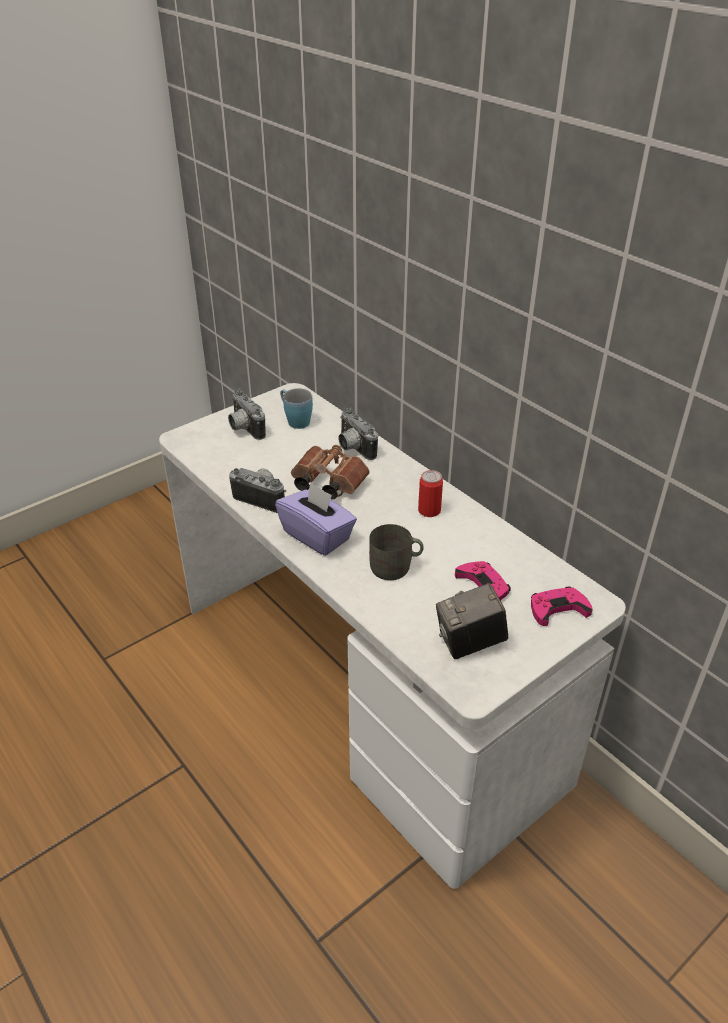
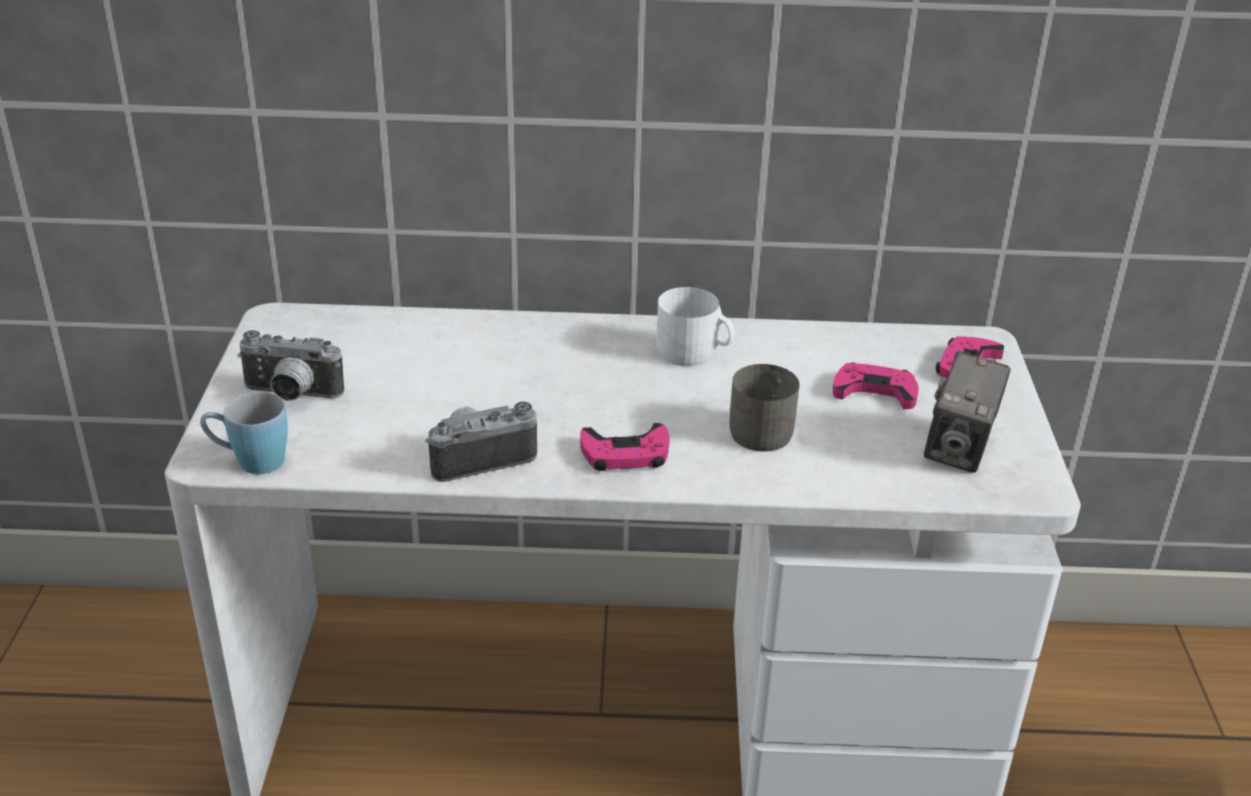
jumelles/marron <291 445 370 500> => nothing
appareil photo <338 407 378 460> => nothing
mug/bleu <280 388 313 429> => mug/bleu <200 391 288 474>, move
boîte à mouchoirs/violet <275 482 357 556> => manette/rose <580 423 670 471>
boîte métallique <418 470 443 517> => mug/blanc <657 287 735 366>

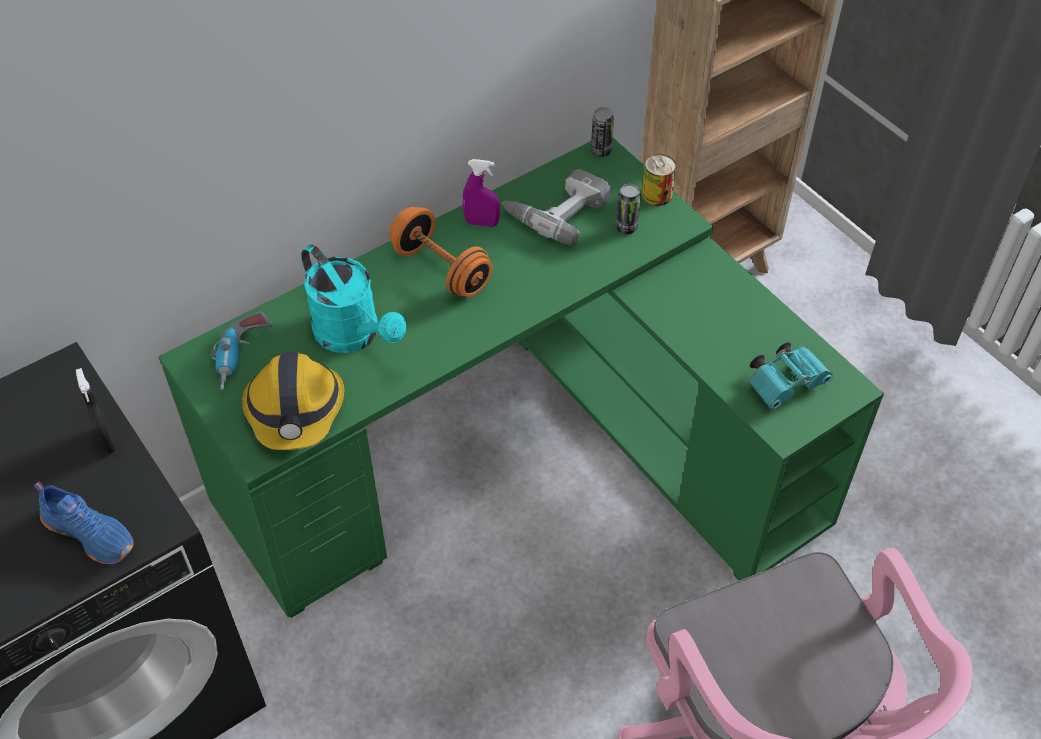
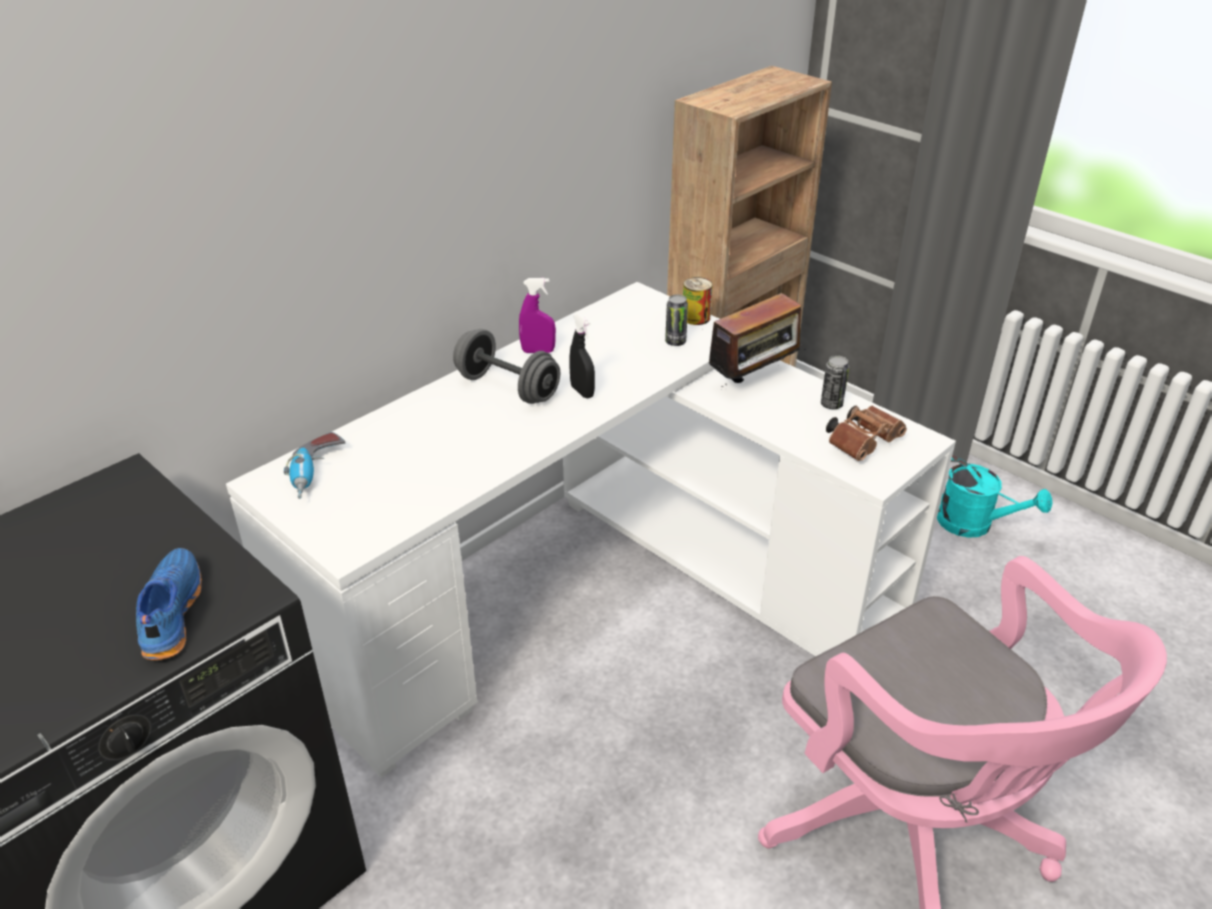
casque de chantier <242 352 344 450> => nothing
perceuse <502 169 611 245> => nothing
nothing => radio <702 293 806 390>
vaporisateur/noir <76 368 116 454> => vaporisateur/noir <569 314 595 398>, move
arrosoir/turquoise <301 245 406 353> => arrosoir/turquoise <937 455 1053 538>, move
boîte métallique <591 107 614 157> => boîte métallique <821 355 849 409>, move
bureau/vert <158 138 884 618> => bureau/blanc <226 282 956 778>
haltère/orange <389 207 492 297> => haltère/gris <453 329 560 404>
jumelles/turquoise <748 342 833 409> => jumelles/marron <826 406 907 461>
chaussure/bleu <34 481 133 564> => chaussure/bleu <136 548 202 660>, 120 degrees counterclockwise

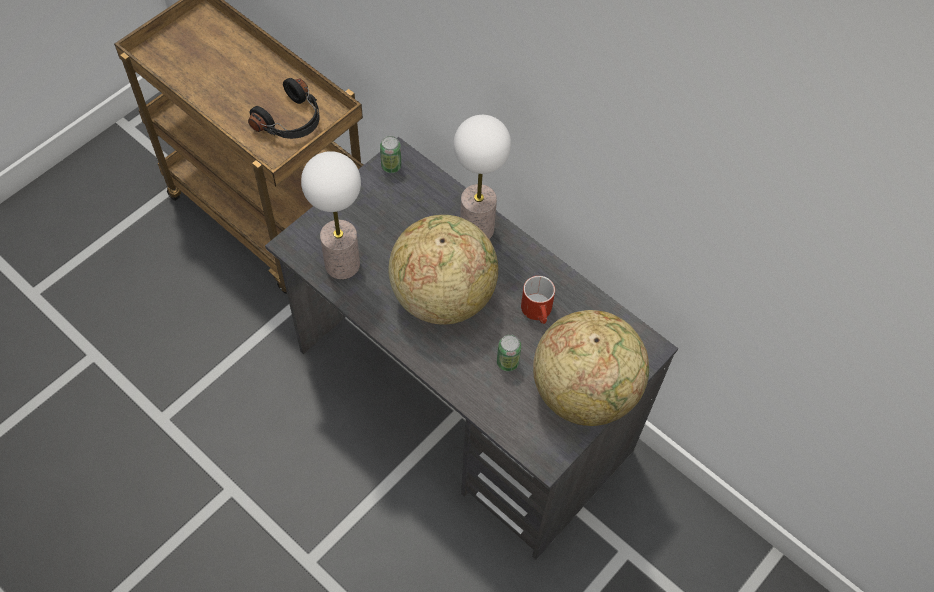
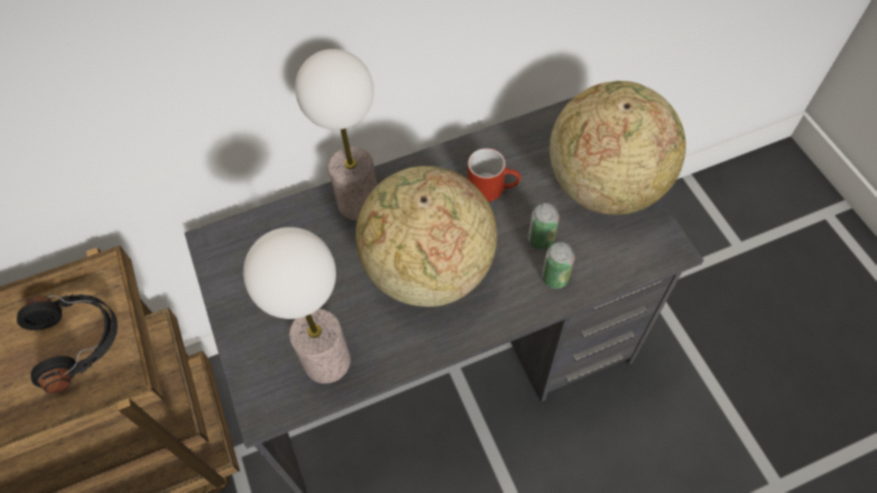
boîte métallique <380 136 401 173> => boîte métallique <542 242 575 289>, move

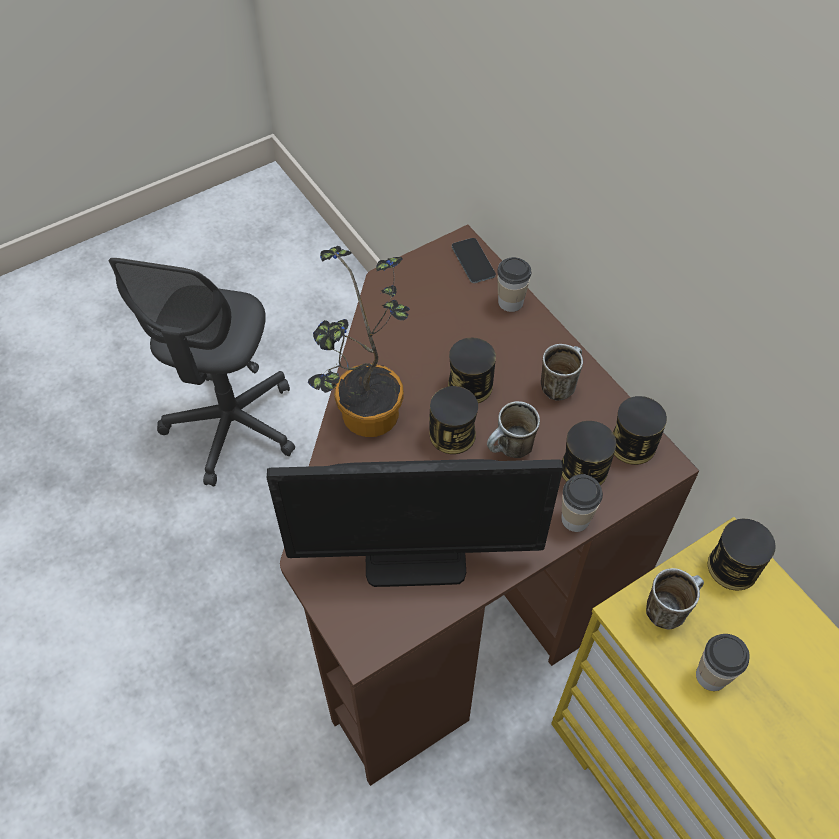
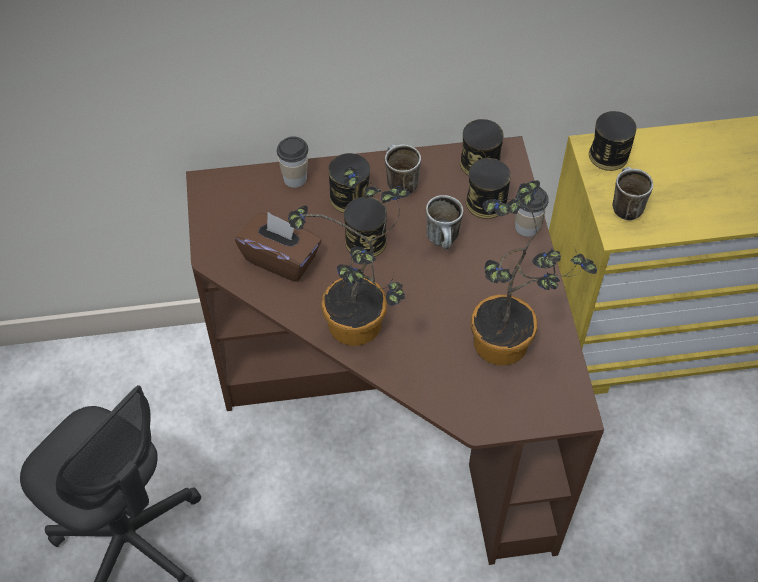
téléphone <452 238 496 283> => nothing
tasse <696 634 750 691> => nothing
nothing => boîte à mouchoirs/marron <235 212 321 282>
boîte métallique <429 386 478 454> => boîte métallique <328 153 370 213>, move
écran d'ordinateur <267 459 563 587> => plante en pot <471 180 597 366>

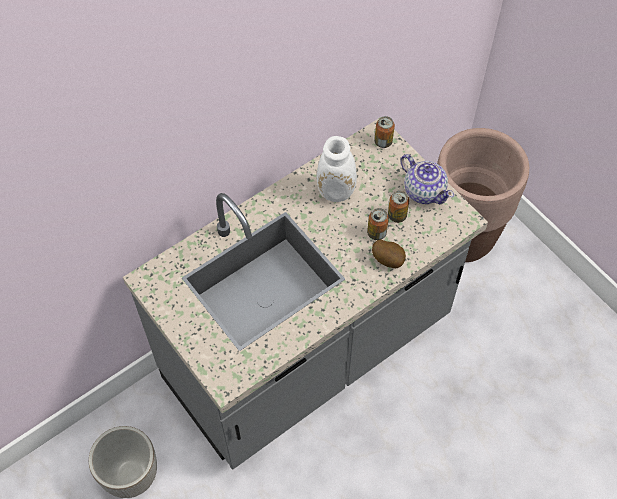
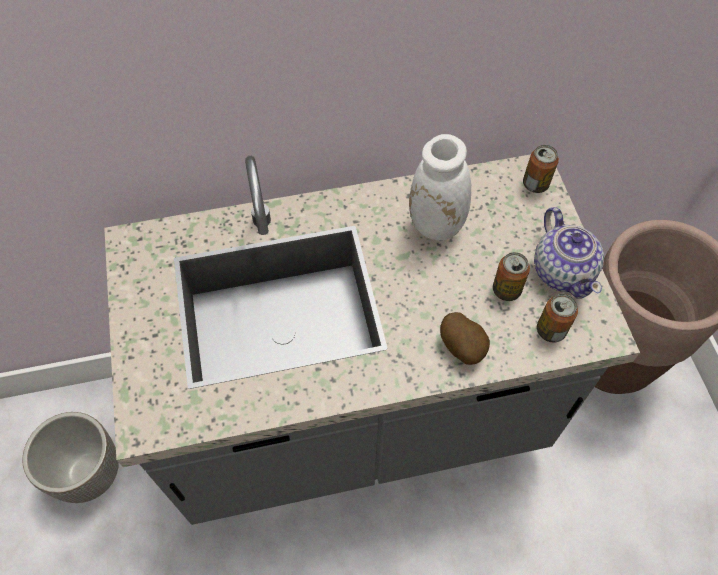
boîte métallique <367 208 389 240> => boîte métallique <537 294 578 343>, move

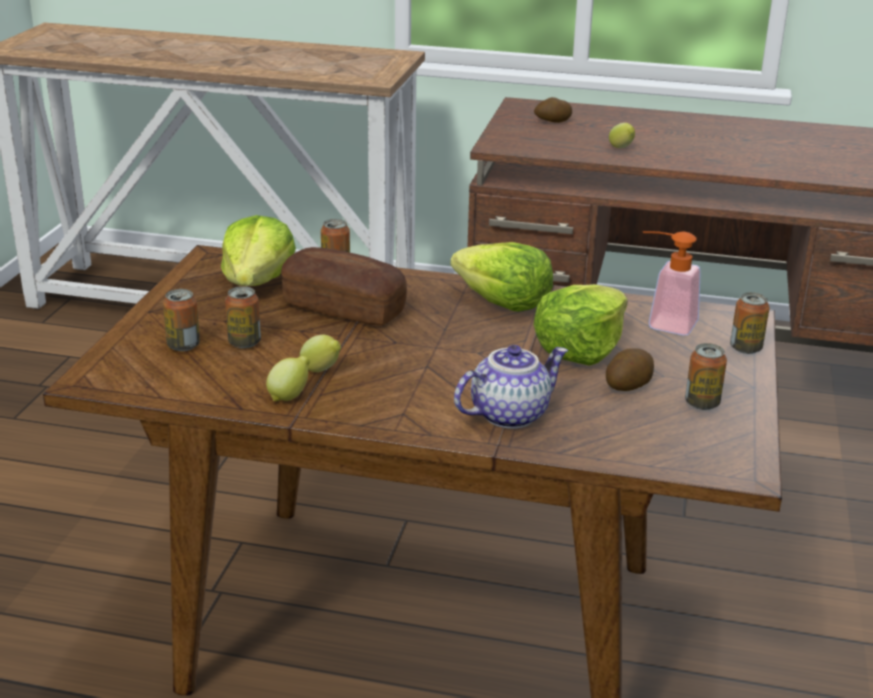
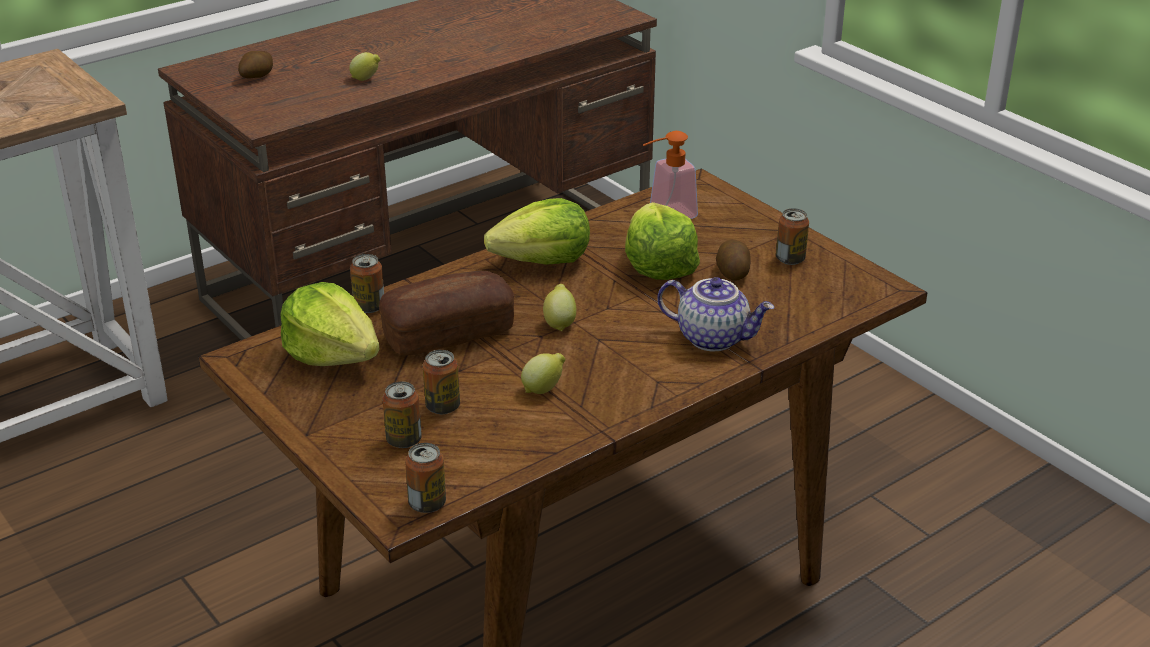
citron <266 356 310 401> => citron <543 284 576 331>, move
boîte métallique <730 292 770 354> => boîte métallique <405 443 446 513>, move
théière <454 345 568 429> => théière <657 277 775 351>, 105 degrees clockwise

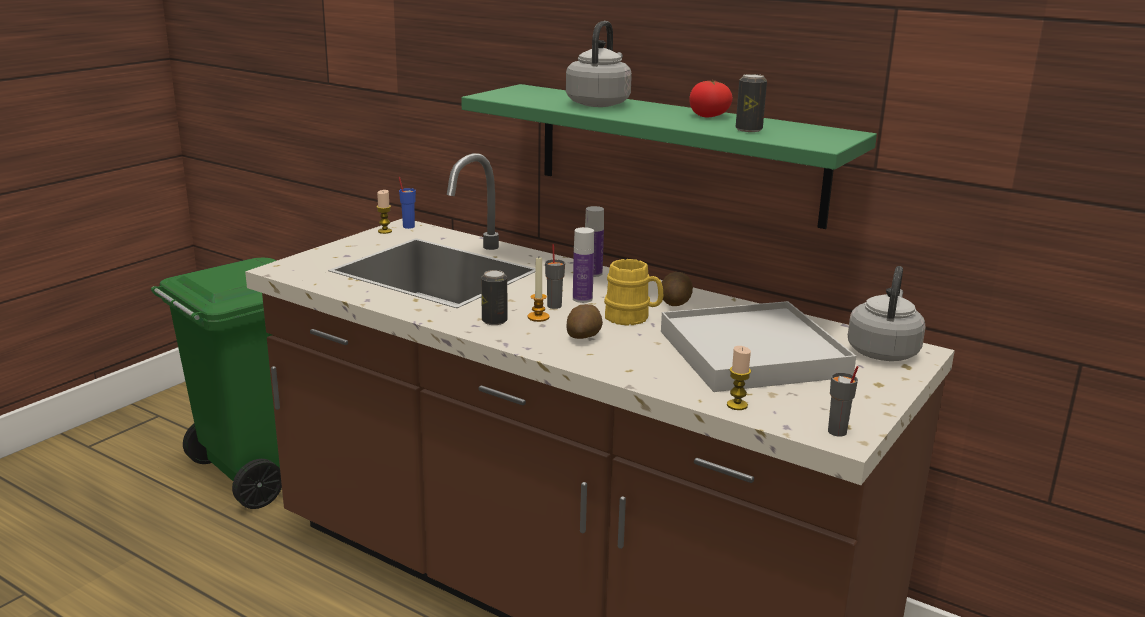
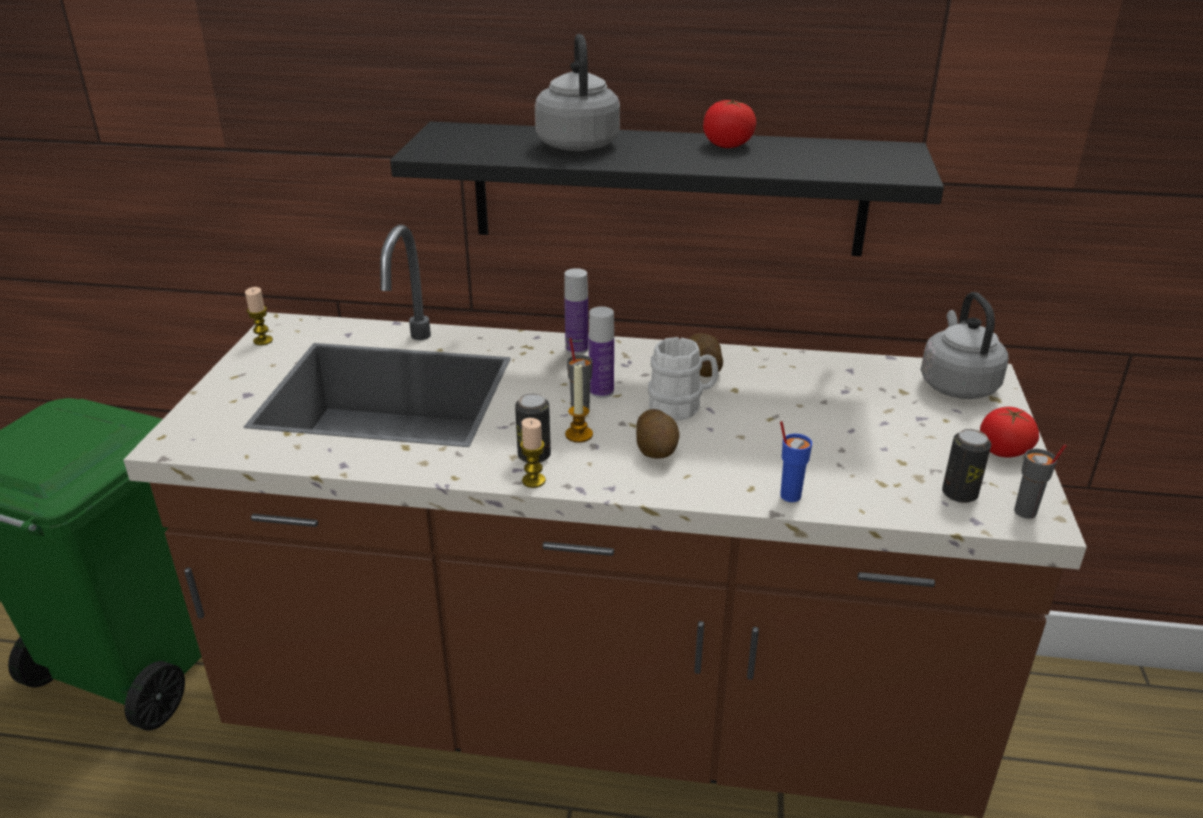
plateau/blanc <661 301 856 392> => nothing
nothing => tomate <980 407 1039 457>
tasse/bleu <399 177 416 229> => tasse/bleu <780 421 812 502>, move
bougie <727 346 751 410> => bougie <520 418 546 488>, move
boîte métallique <736 74 767 132> => boîte métallique <942 429 991 503>, move
étagère/vert <461 84 877 229> => étagère/noir <390 122 944 256>
mug/jaune <604 259 664 326> => mug/blanc <648 337 718 421>

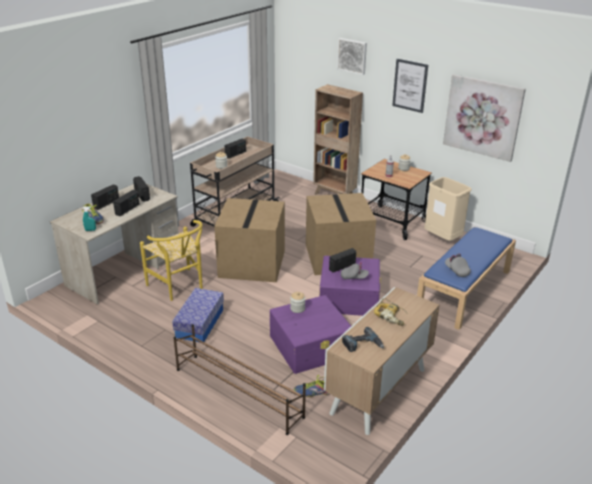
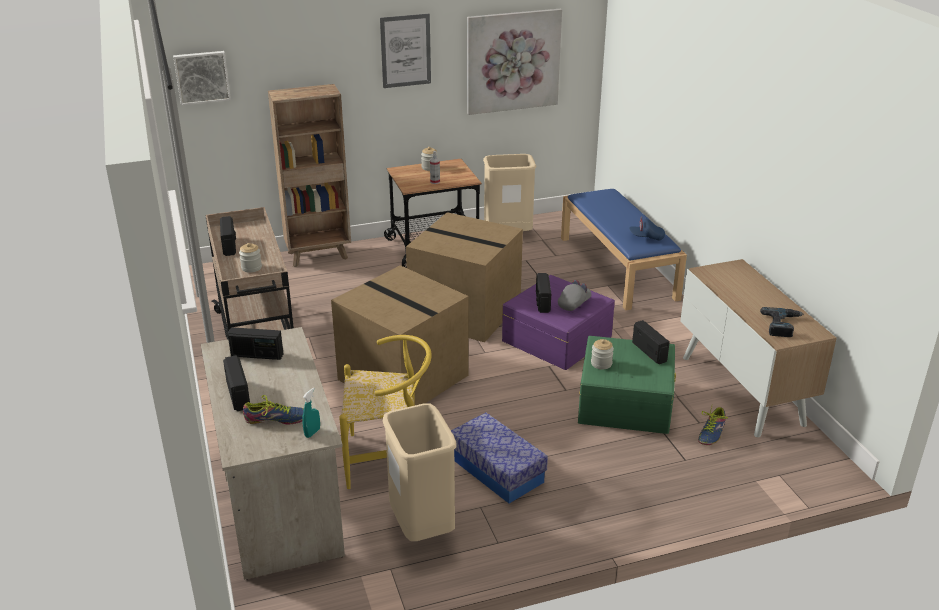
étagère à chaussures/marron <173 324 306 435> => nothing
perceuse <374 298 408 326> => nothing
nothing => poubelle/beige <383 404 457 541>
radio <113 190 140 216> => radio <632 320 670 364>, move
tableau <337 38 367 75> => tableau <173 51 231 105>, move
boîte de rangement/violet <270 295 351 374> => boîte de rangement/vert <578 336 676 434>
casquette/gris <445 254 471 277> => casquette/bleu <629 216 665 241>

